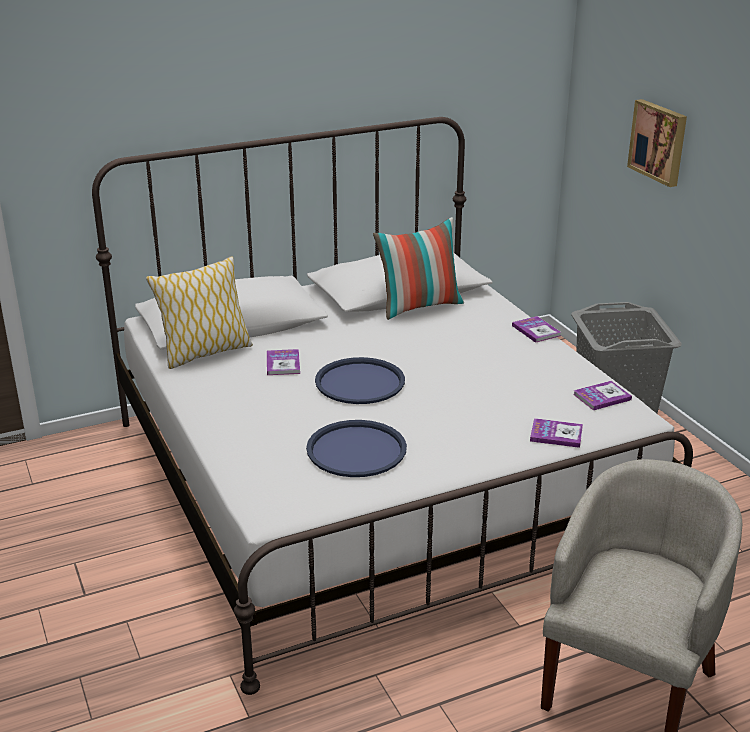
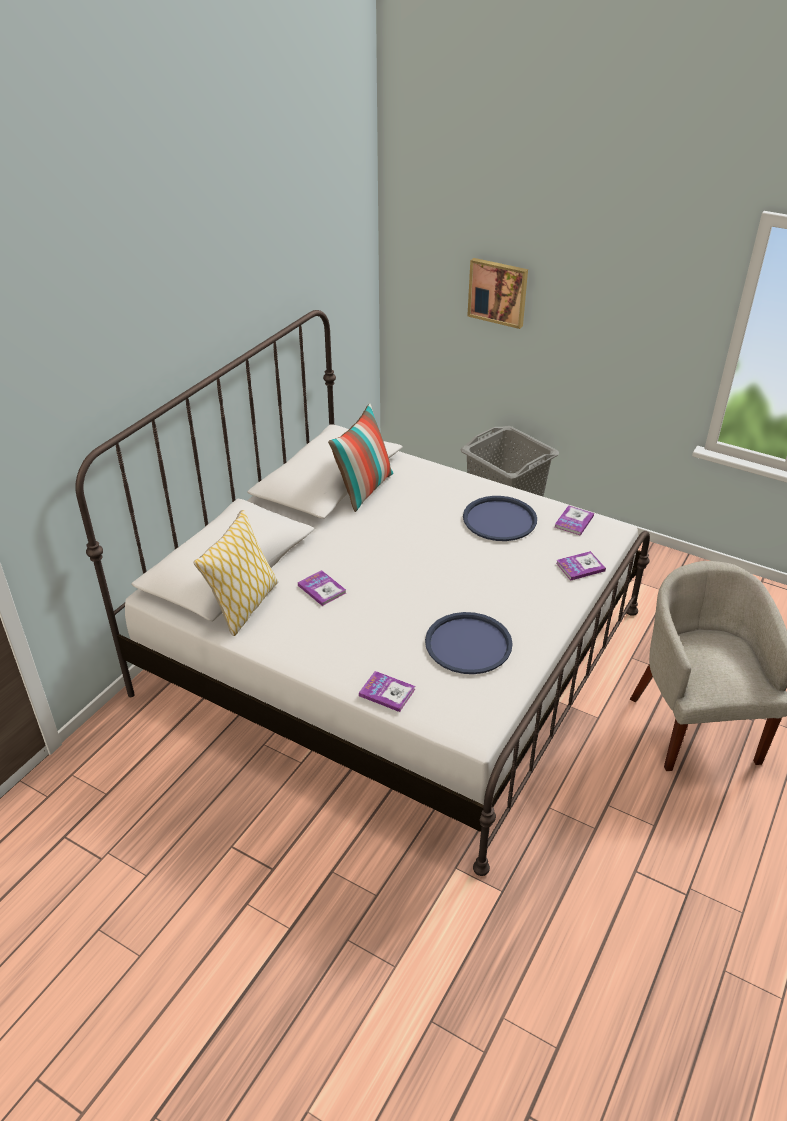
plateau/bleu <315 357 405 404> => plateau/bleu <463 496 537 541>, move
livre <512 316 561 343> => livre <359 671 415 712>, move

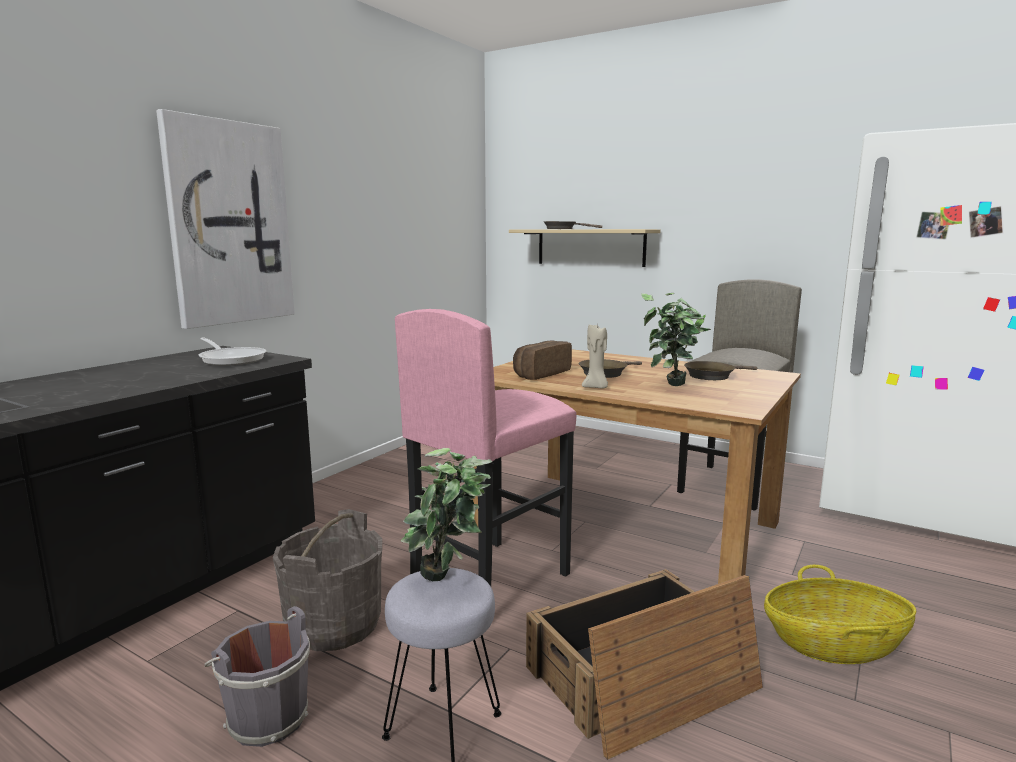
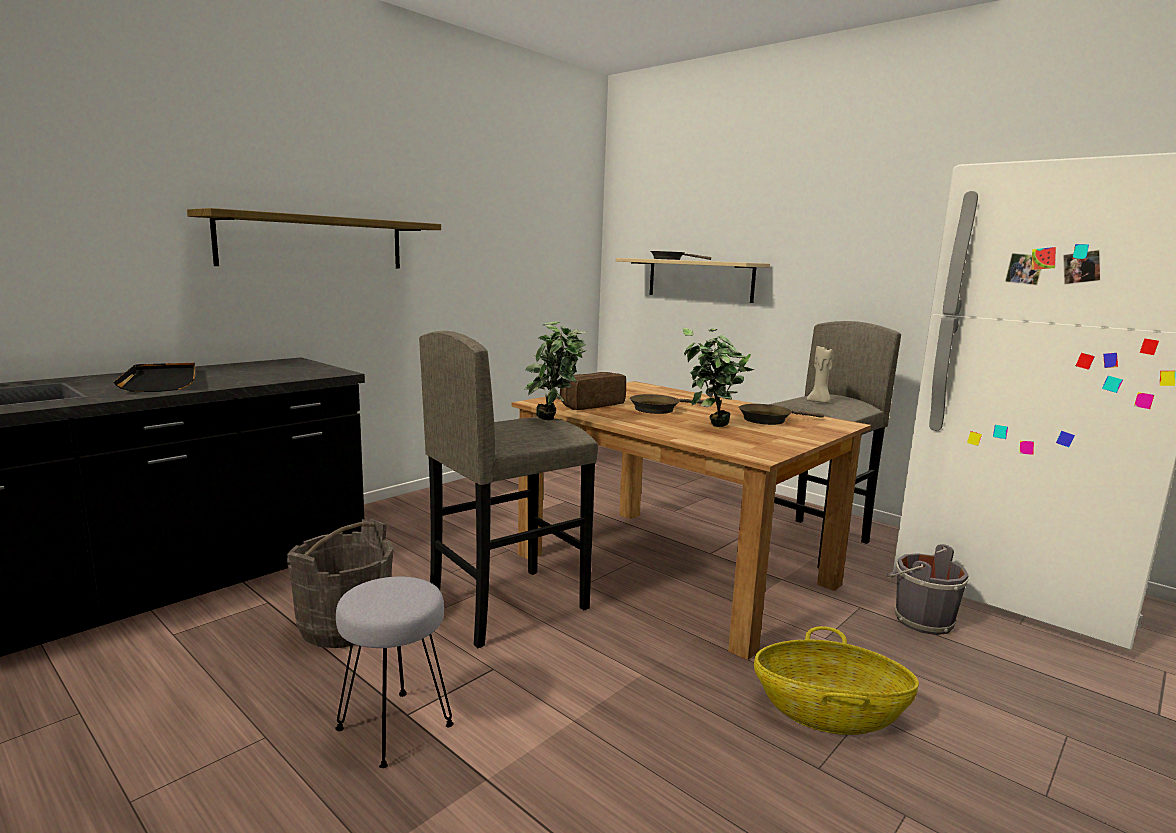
poêle <198 337 267 366> => nothing
caisse <526 569 763 759> => nothing
nothing => plateau/noir <114 363 195 392>
seau/gris <204 606 310 747> => seau/gris <887 544 969 635>, move
plante en pot <401 448 492 581> => plante en pot <524 321 588 420>, move
bougie/beige <582 325 608 389> => bougie/beige <807 345 833 403>, move
tableau <156 109 295 329> => étagère <187 208 441 268>
tabouret/rose <395 309 576 586> => tabouret/gris <419 331 598 648>

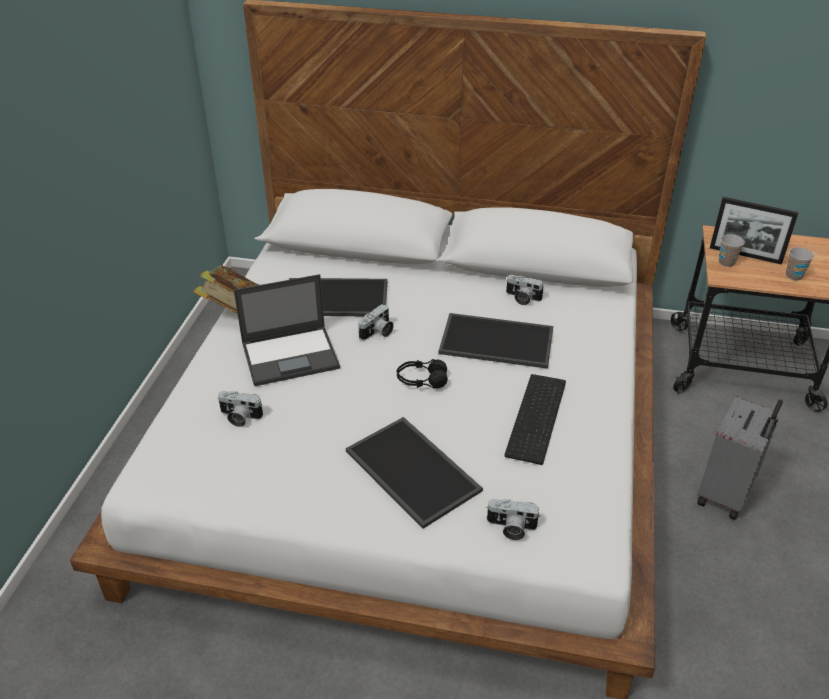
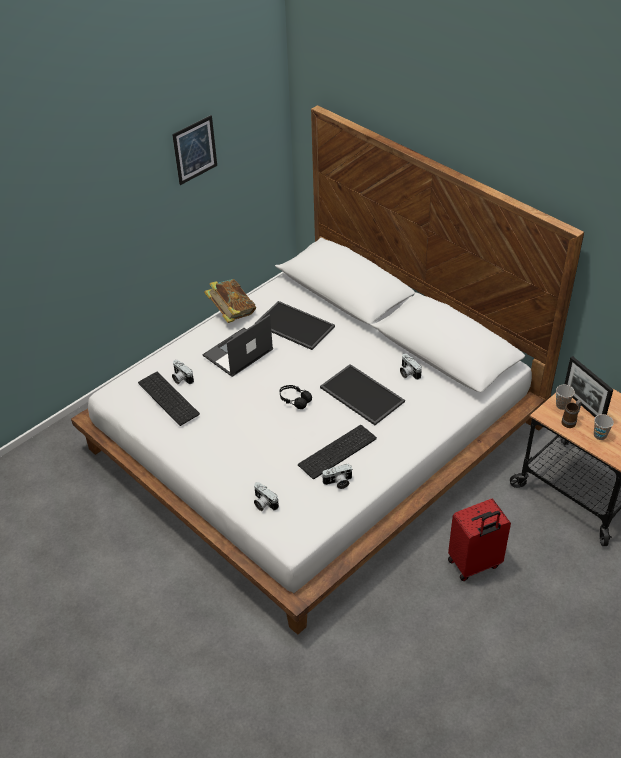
plateau <346 417 483 529> => nothing
nothing => clavier <138 372 200 426>
nothing => tableau <172 115 217 185>
nothing => mug <562 400 581 428>
appareil photo <358 304 394 340> => appareil photo <322 464 352 489>, move
valise/gris <697 396 783 520> => valise/rouge <448 499 511 581>
ordinateur portable <234 274 340 386> => ordinateur portable <202 314 273 377>, 120 degrees clockwise

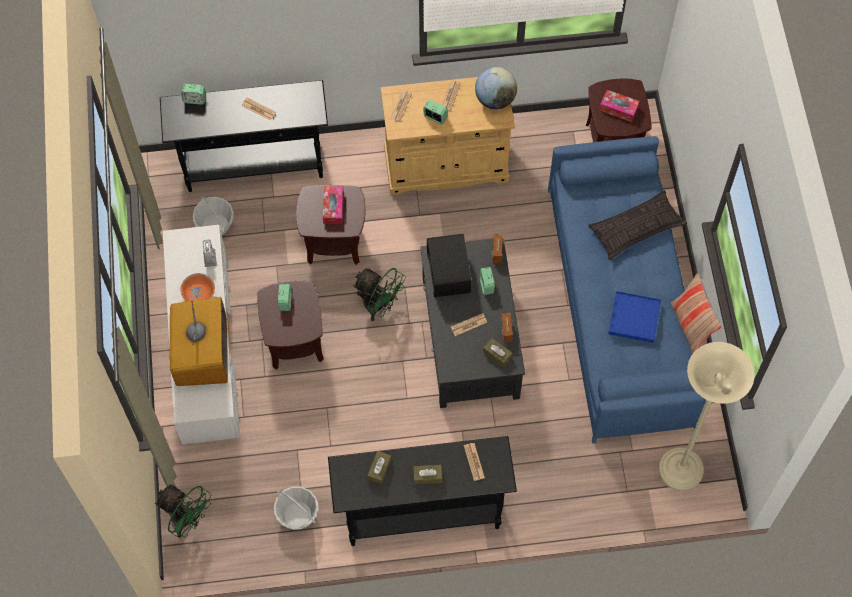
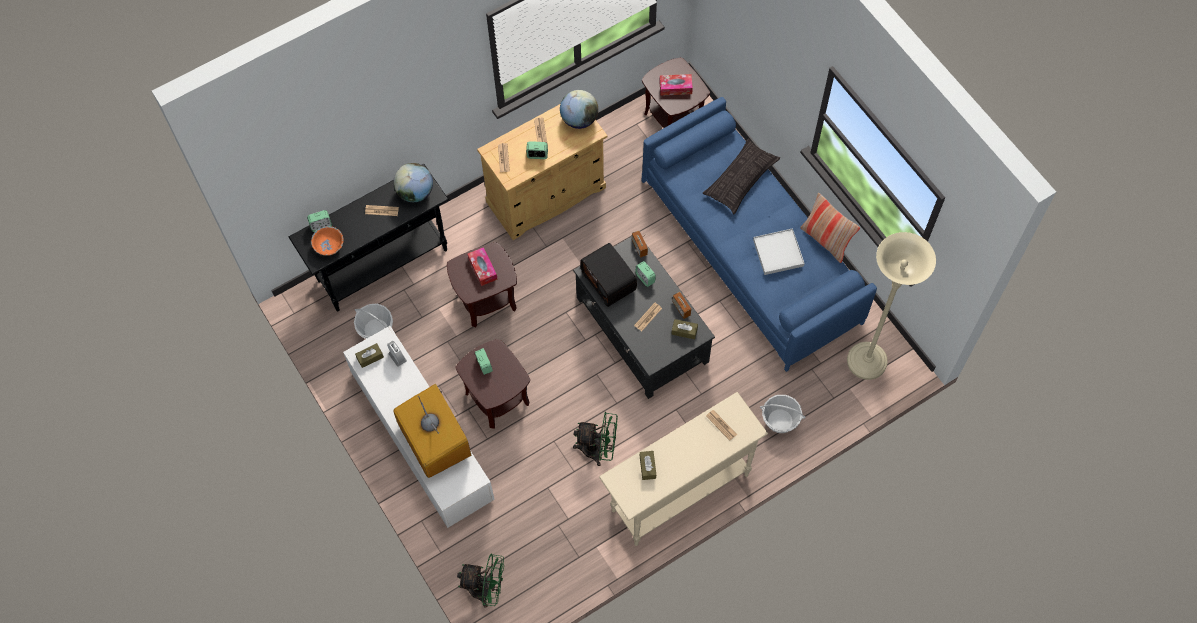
nothing => globe <393 163 433 202>
bol/orange <181 273 215 302> => bol/orange <311 226 344 256>, move
panier <274 487 318 530> => panier <760 395 805 433>, move
ventilateur/vert <353 268 406 321> => ventilateur/vert <573 412 618 466>, move
boîte à mouchoirs/marron <413 465 442 484> => boîte à mouchoirs/marron <355 343 384 368>, move
table console/noir <328 436 517 546> => table console/beige <599 392 768 546>
plateau/bleu <608 291 661 343> => plateau/blanc <753 228 805 275>

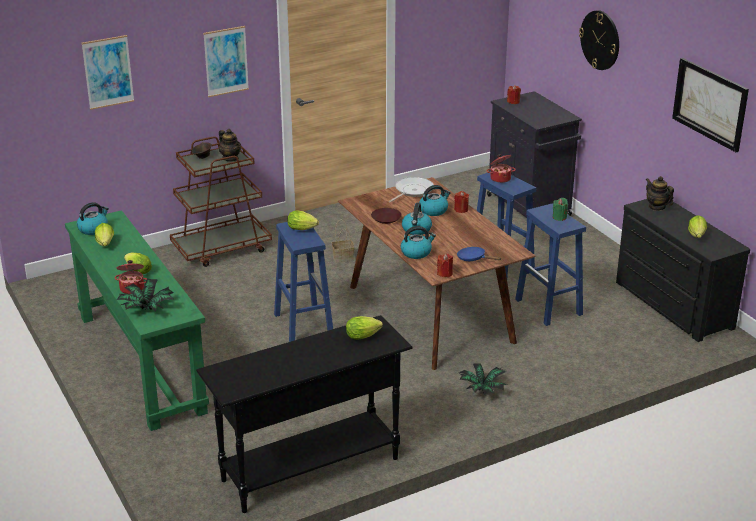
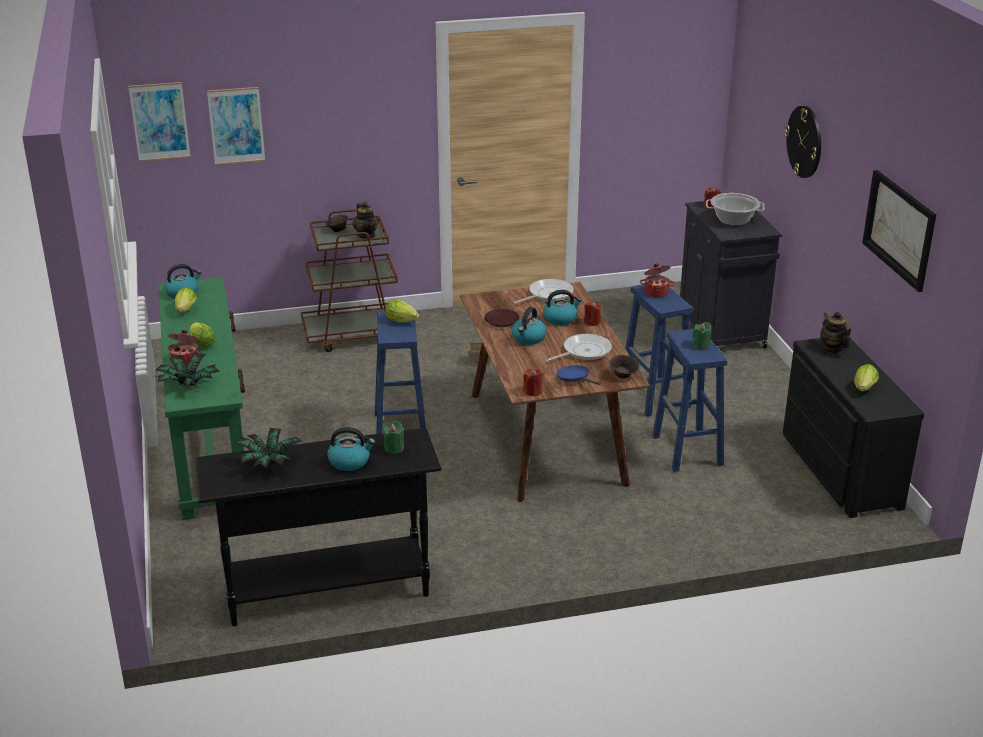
nothing => poêle <545 334 612 362>
nothing => bol/marron <609 355 640 378>
nothing => marmite <706 193 765 226>
tableau <203 26 249 97> => tableau <128 82 191 162>, move
bouilloire <401 226 436 259> => bouilloire <327 427 375 471>, move
plante en pot <459 363 507 395> => plante en pot <233 428 303 468>, move
laitue <346 316 383 340> => bougie/vert <383 421 404 454>

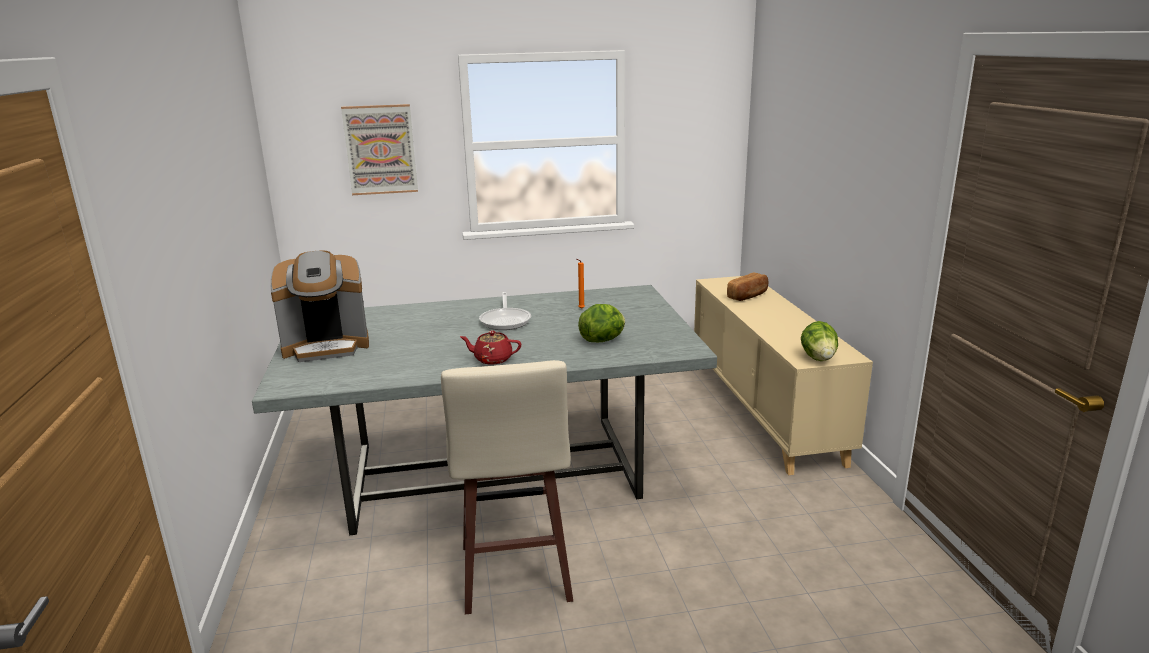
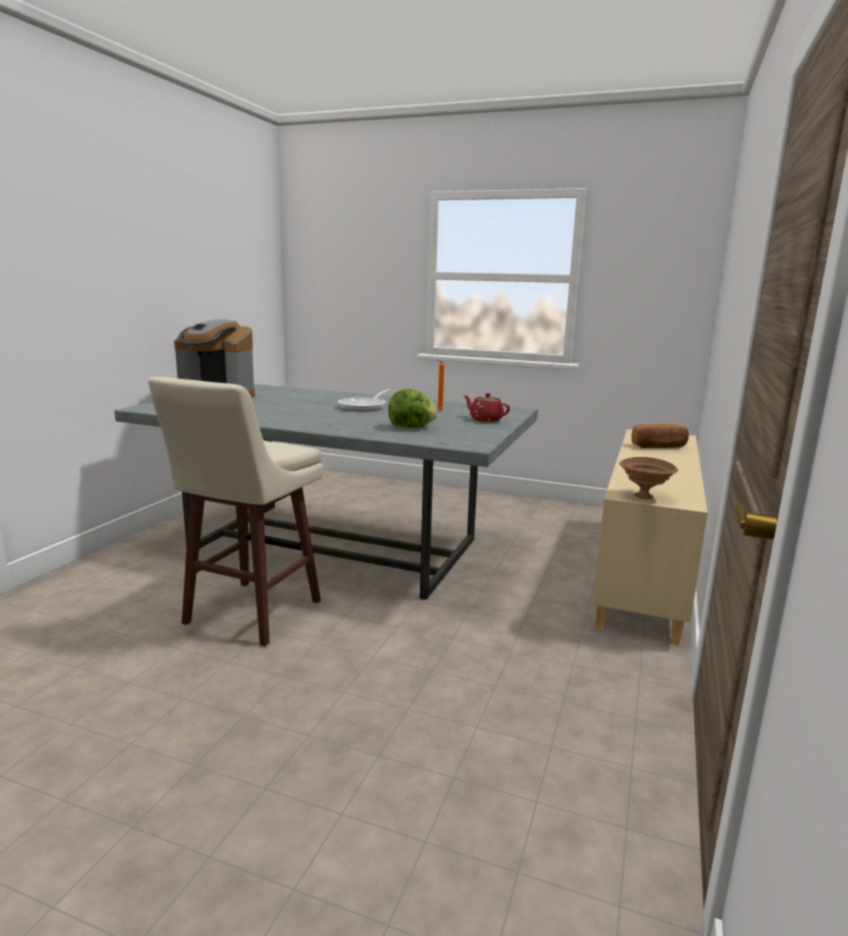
tableau <341 104 418 195> => nothing
théière/rouge <460 331 521 365> => théière/rouge <463 393 510 422>, move
laitue <801 321 838 361> => bol/marron <619 457 678 499>

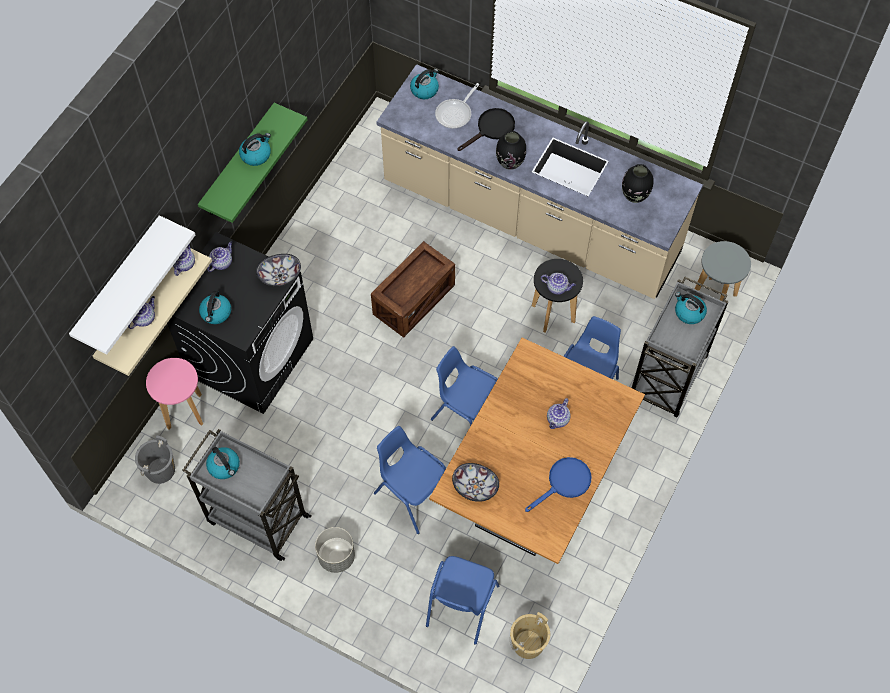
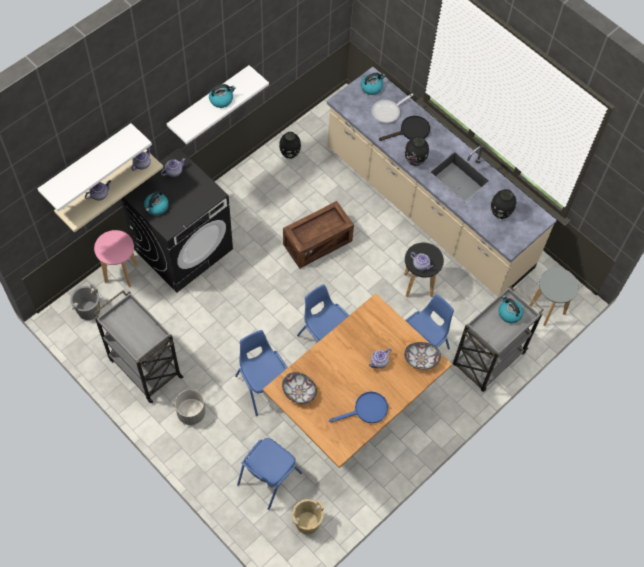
bouilloire <206 447 240 479> => nothing
nothing => vase/noir <279 132 301 159>
bol <256 254 301 286> => bol <404 342 441 370>, move
étagère/vert <198 103 307 223> => étagère/blanc <167 65 269 144>

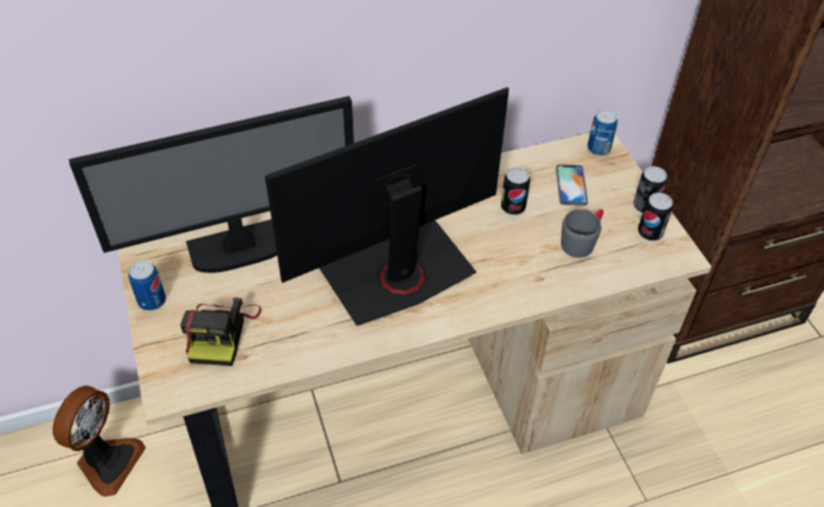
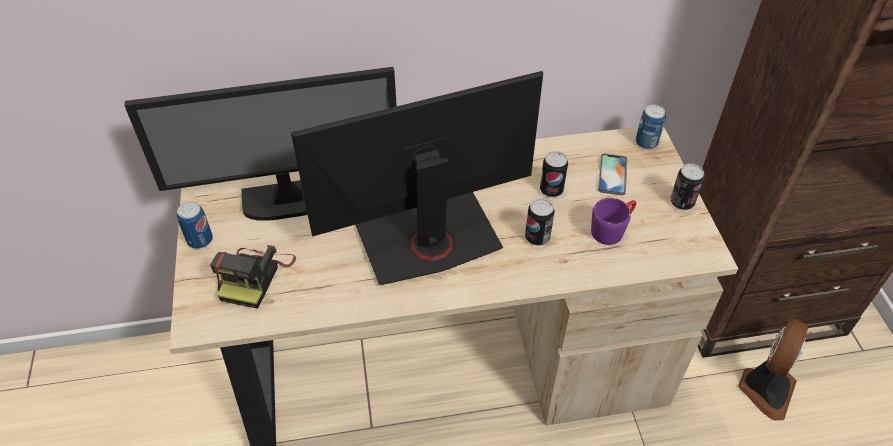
ventilateur <53 386 146 497> => ventilateur <738 318 808 421>, move
boîte métallique <638 193 673 241> => boîte métallique <525 198 555 246>, move
mug/gris <561 209 604 258> => mug/violet <591 198 636 245>

